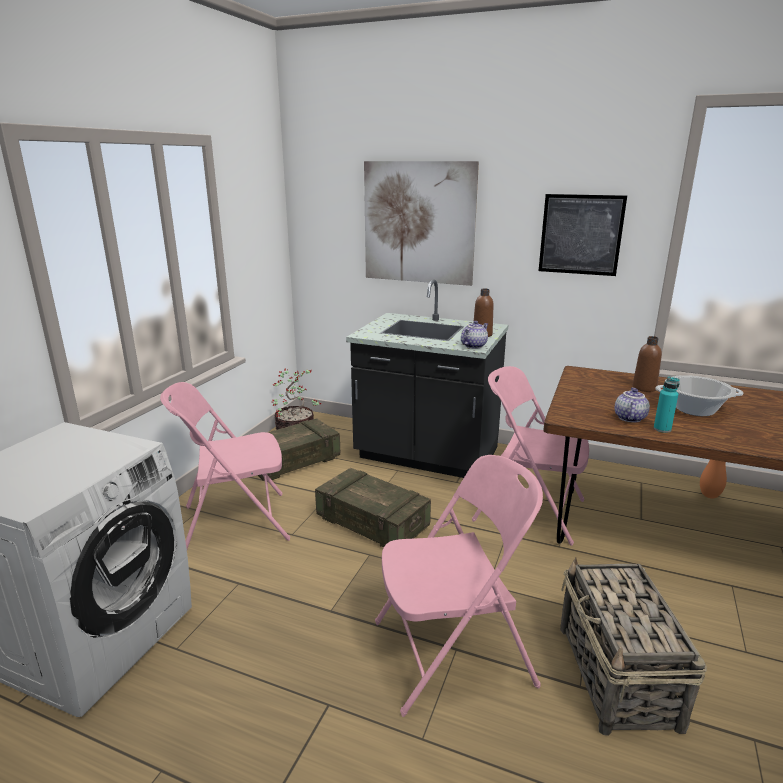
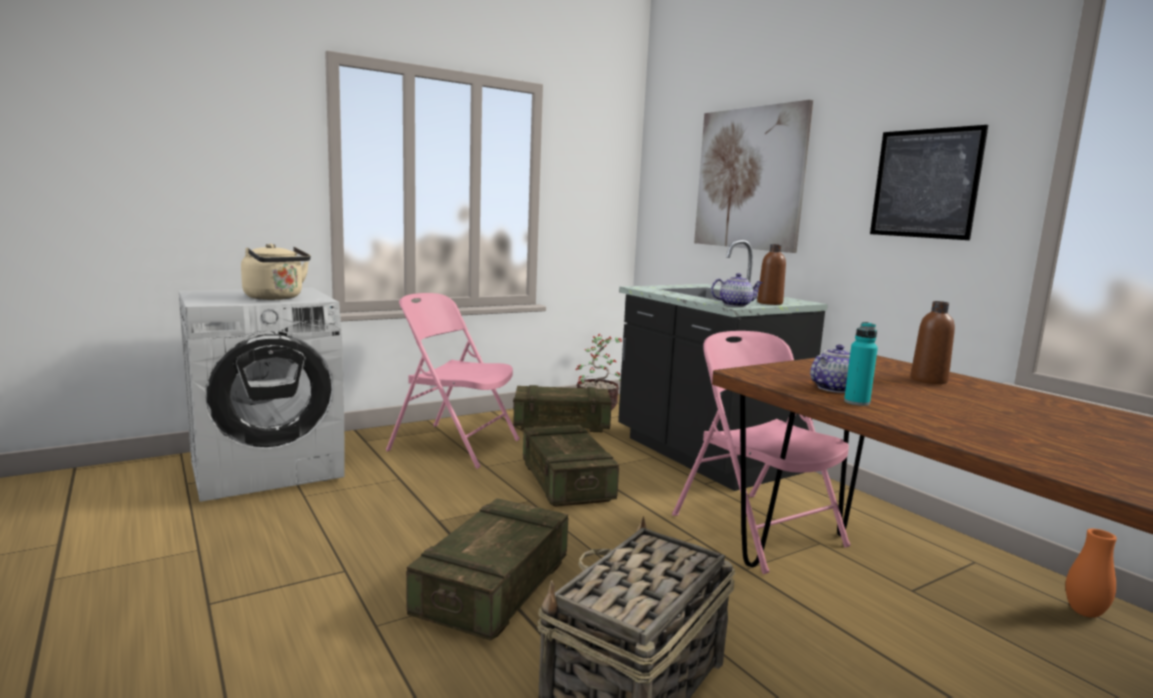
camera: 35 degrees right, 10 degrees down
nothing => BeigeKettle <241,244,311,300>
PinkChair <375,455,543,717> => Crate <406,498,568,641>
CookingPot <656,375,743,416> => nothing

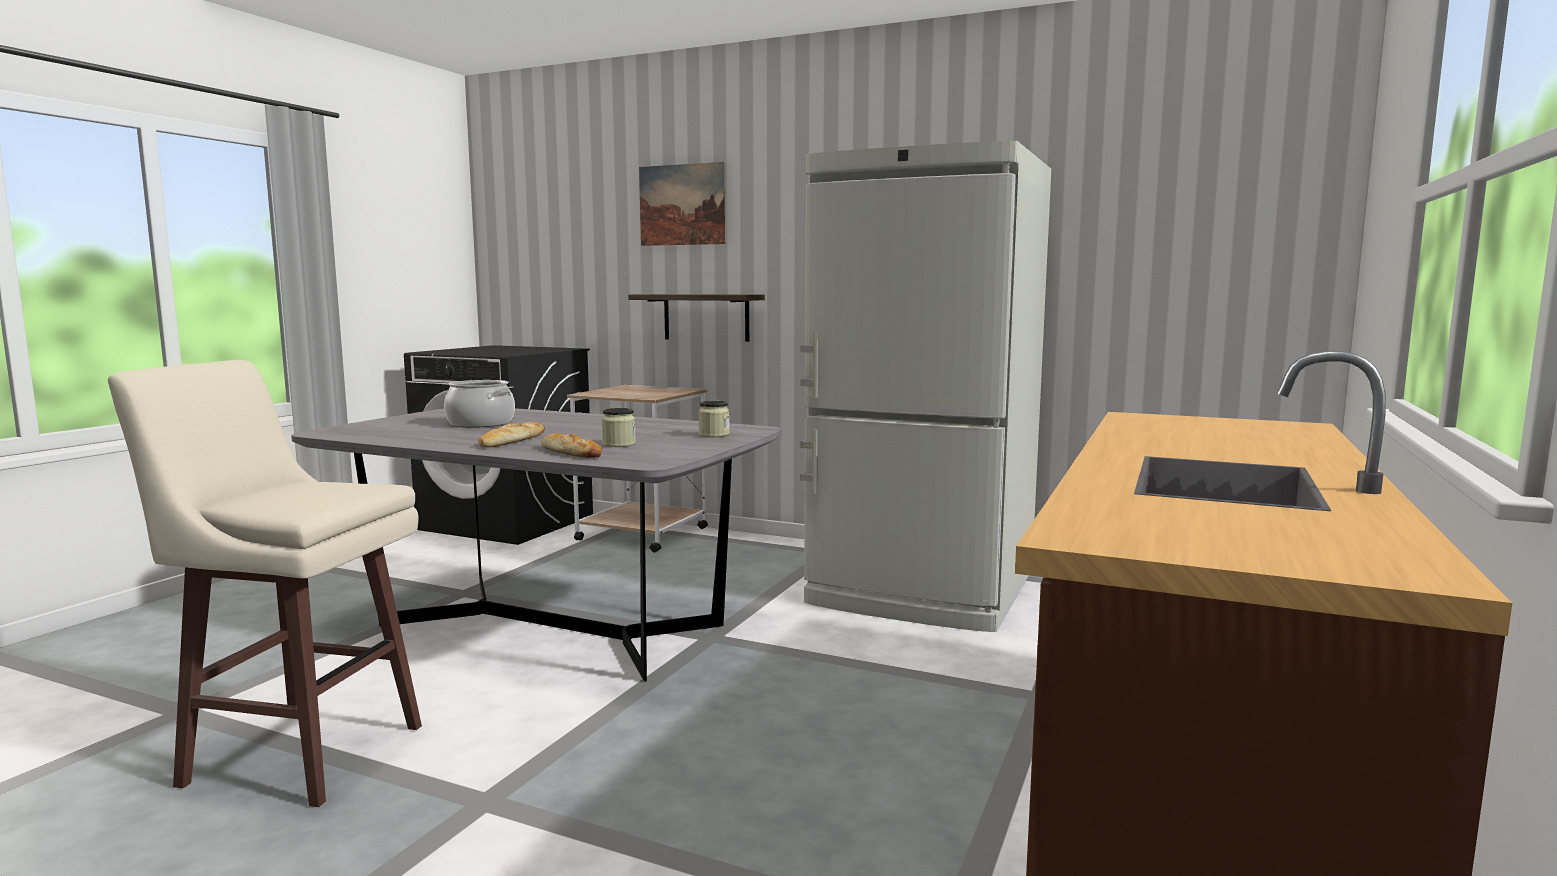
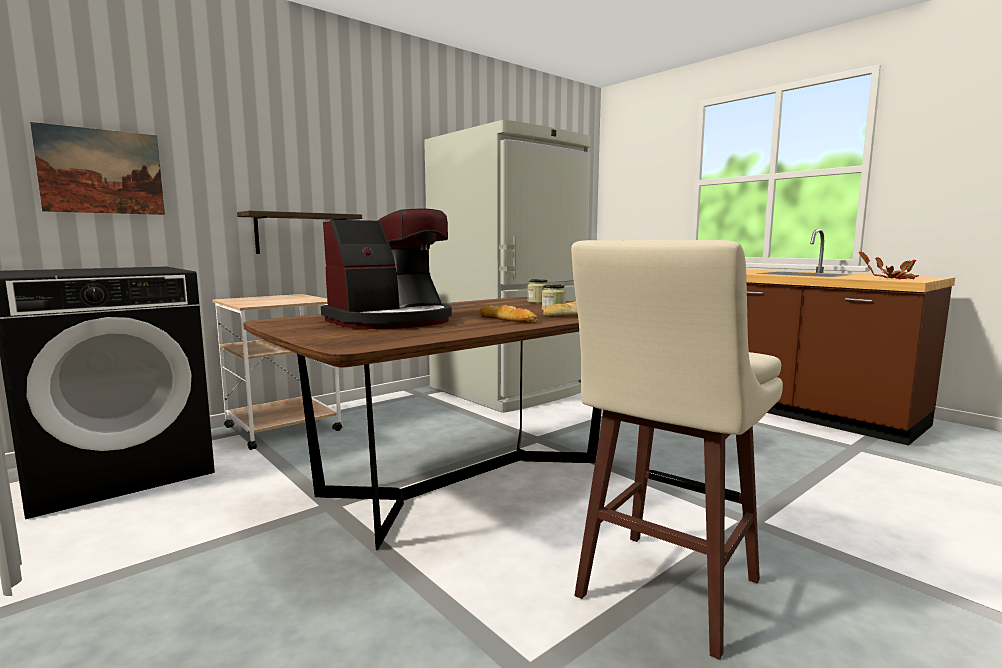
camera: 65 degrees left, 0 degrees up
Picture <639,162,726,246> => Picture <30,122,165,215>, moved
GreyDiningTable <291,408,782,682> => BrownDiningTable <243,297,602,550>
CookingPot <444,380,515,428> => CoffeeMachine <321,209,452,329>
nothing => PottedPlant <858,252,919,279>

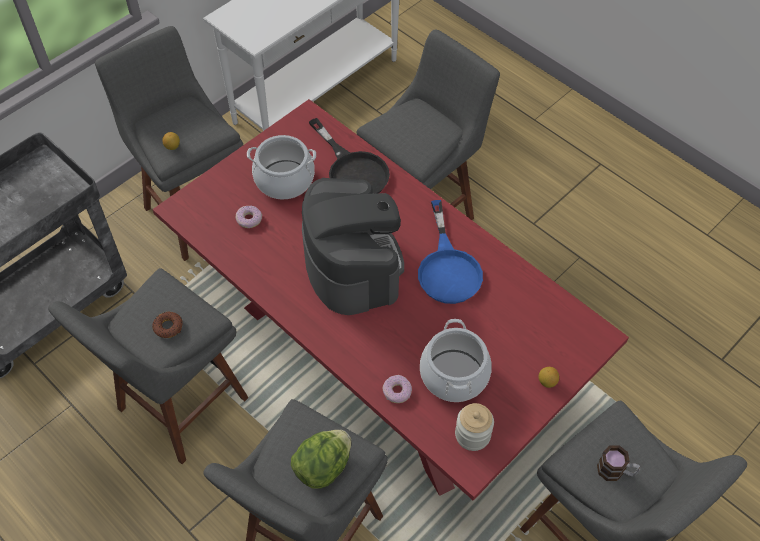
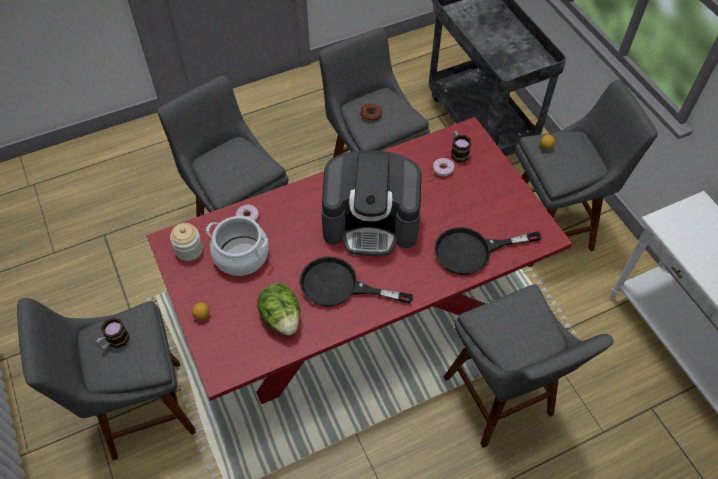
camera: 110 degrees right, 0 degrees up
Lettuce <291,430,351,489> => Lettuce <257,283,300,335>, moved
BlueFryingPan <418,200,483,304> => BlackFryingPan <300,256,413,307>
nothing => Mug <451,131,471,163>
CookingPot <247,135,316,200> => nothing

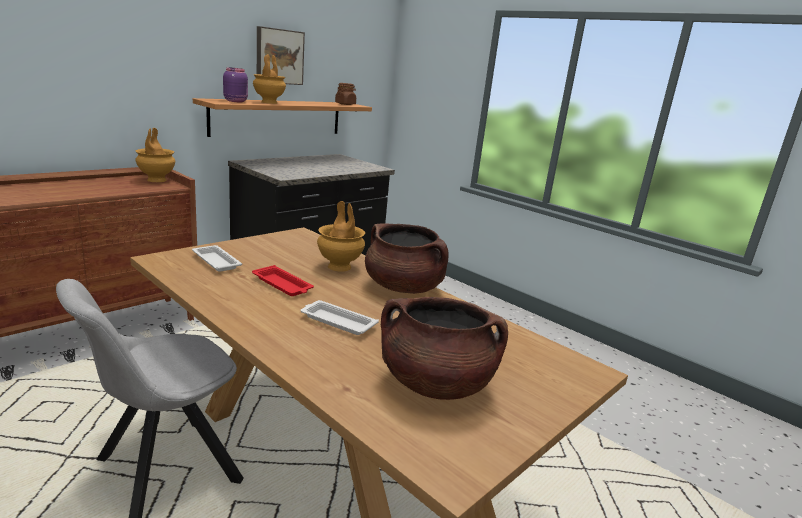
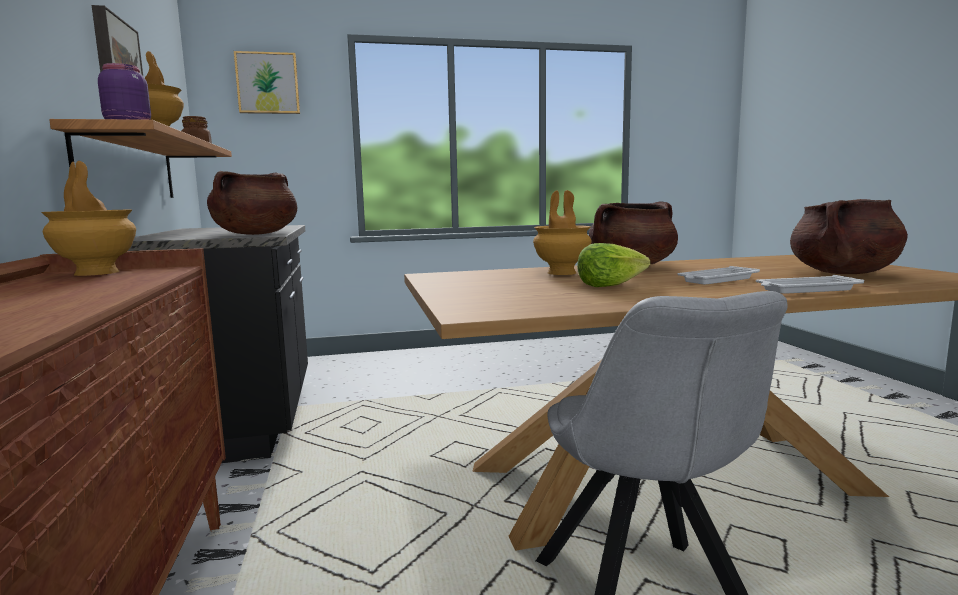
camera: 55 degrees left, 10 degrees down
nothing => BrownCookingPot <207,171,297,235>
nothing => Picture <234,51,300,114>
RedTray <252,265,314,296> => Lettuce <577,243,650,287>
WhiteTray <192,245,242,272> => WhiteTray <756,275,864,294>, moved

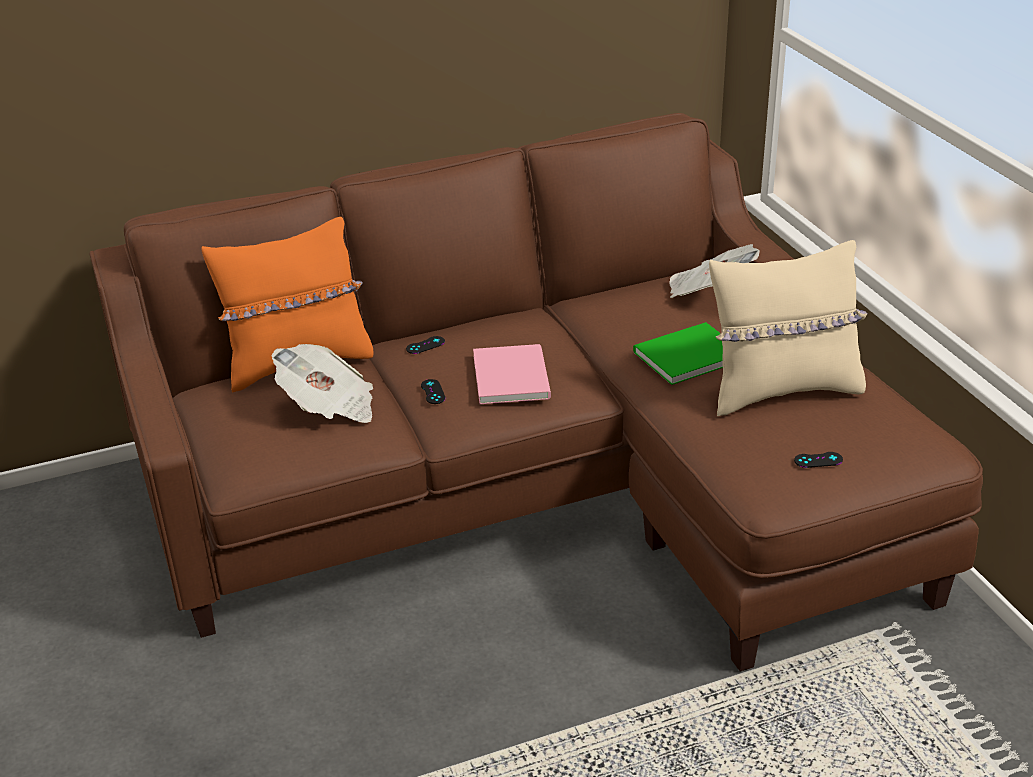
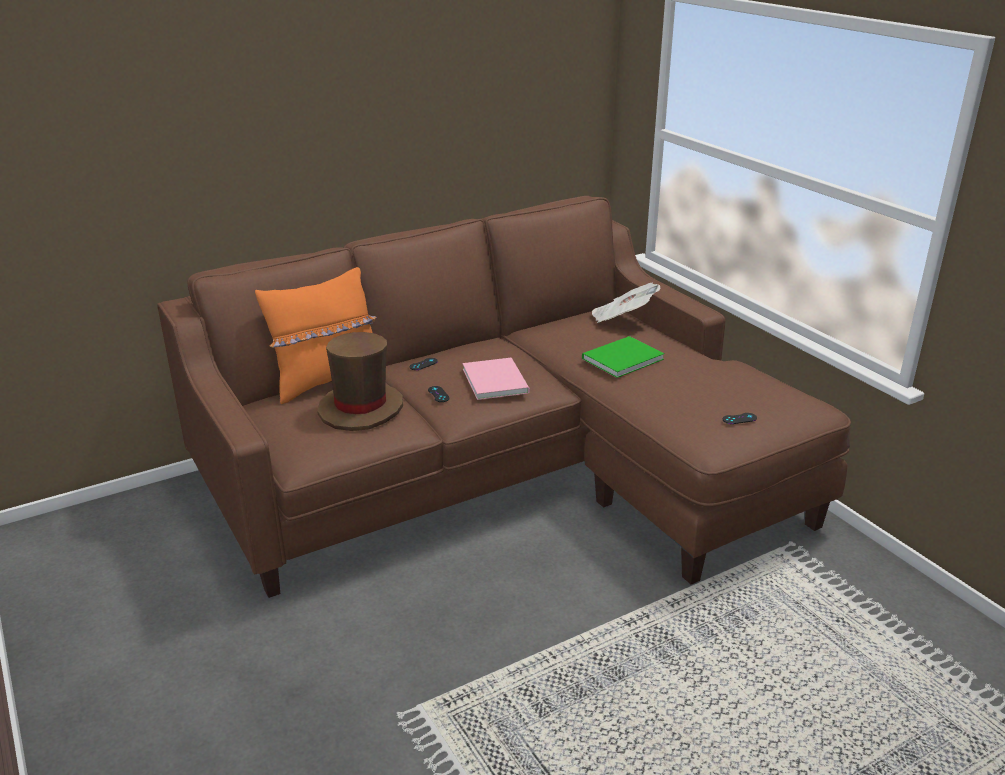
camera: 10 degrees left, 5 degrees down
Newspaper <272,344,373,423> => BrownHat <317,332,403,431>
BeigePillow <709,240,867,416> => nothing

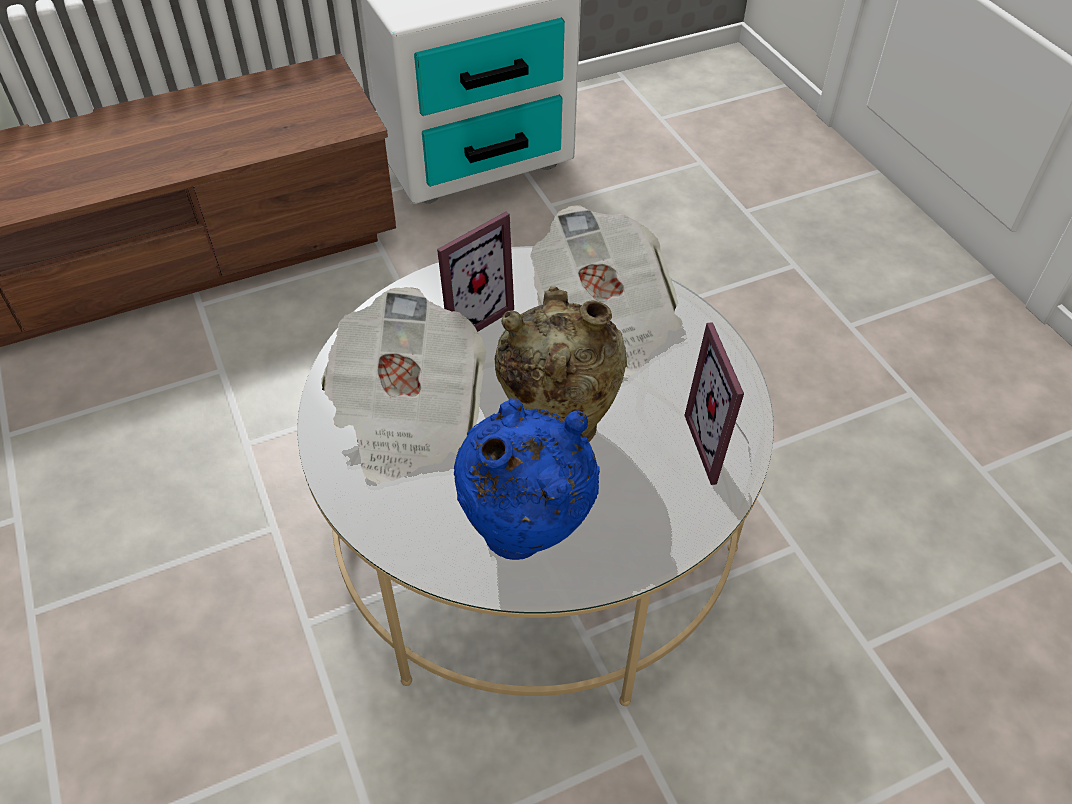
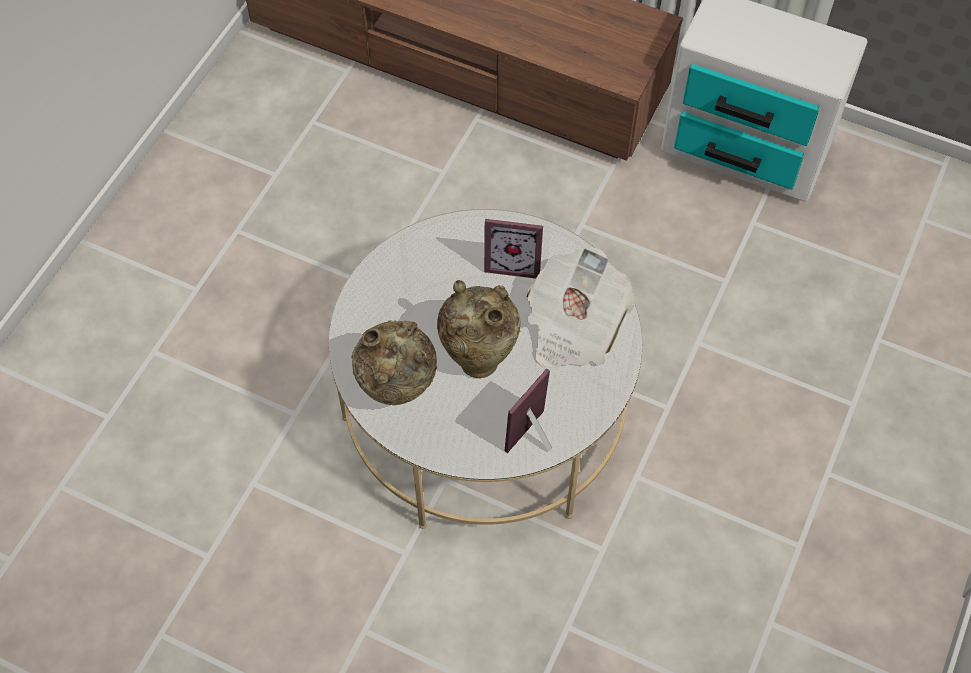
camera: 50 degrees right, 10 degrees up
BlueVase <454,398,600,560> => BeigeVase <352,320,437,405>
Newspaper <321,287,487,484> => nothing

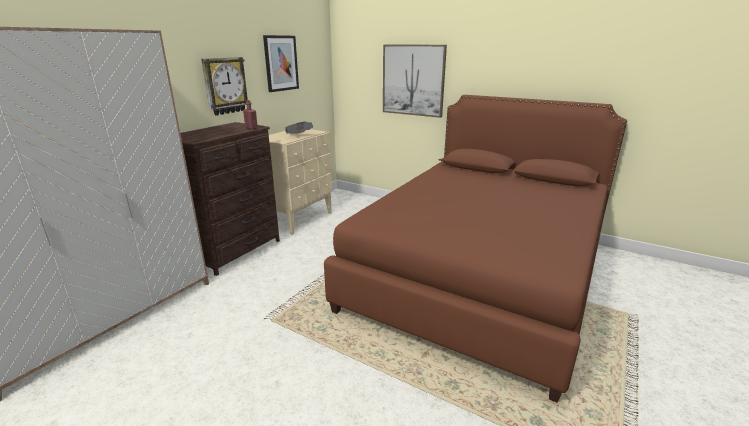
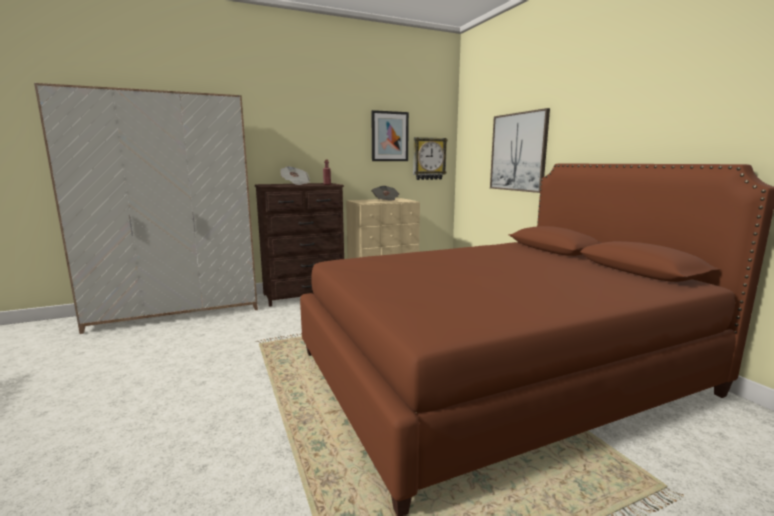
camera: 35 degrees right, 10 degrees down
nothing => Newspaper <280,166,310,185>
WallClock <201,57,248,116> => WallClock <413,137,448,180>, moved

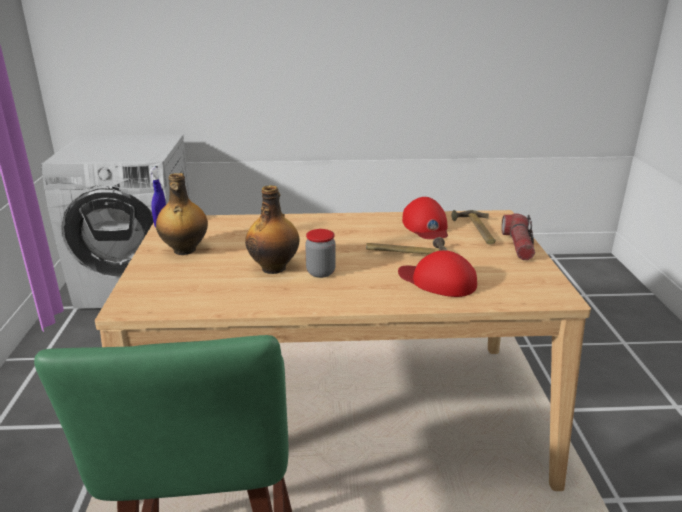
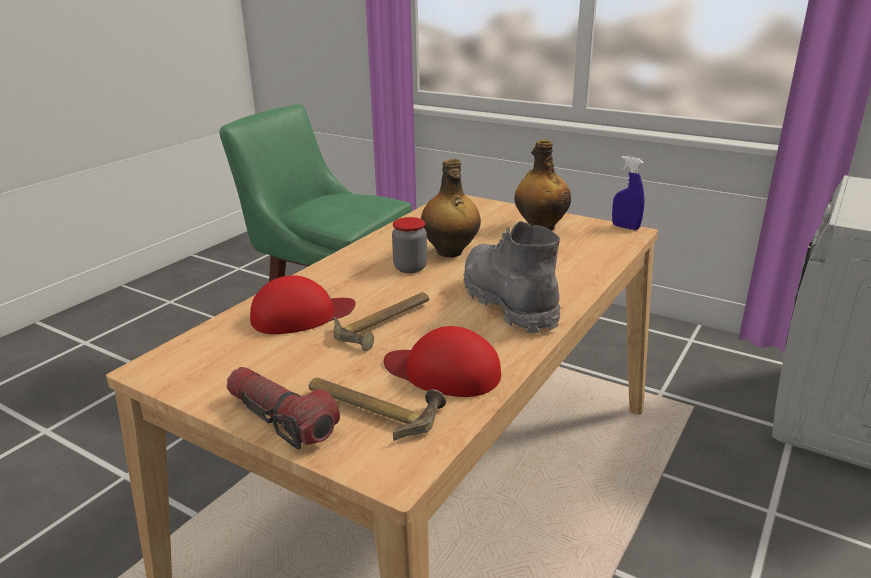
camera: 125 degrees right, 0 degrees up
nothing => GreyBoot <463,221,560,334>

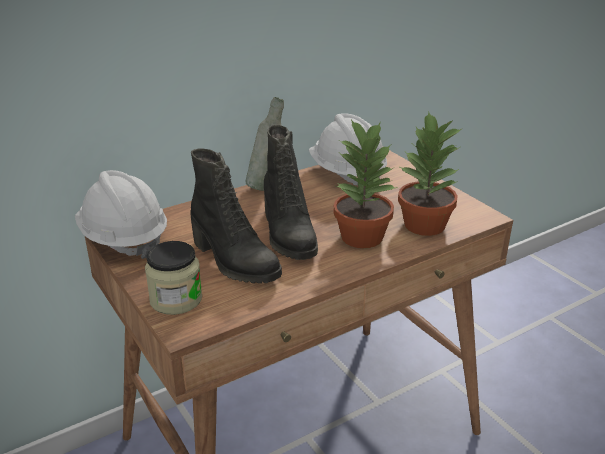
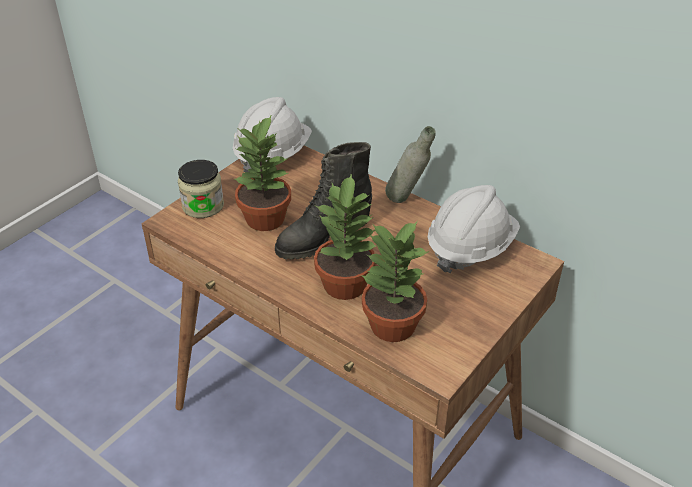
camera: 70 degrees right, 10 degrees up
BlackBoot <190,148,282,283> => PottedPlant <233,116,291,231>

